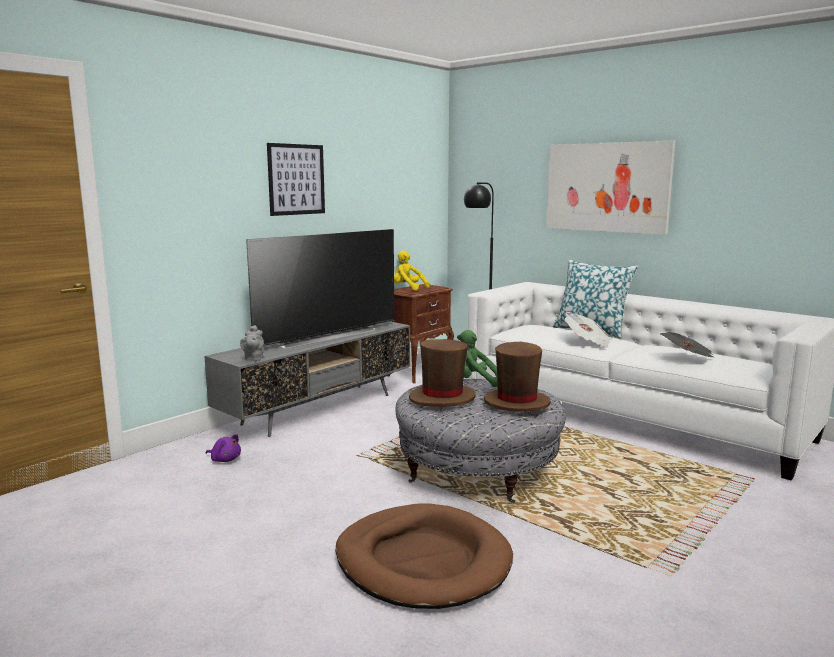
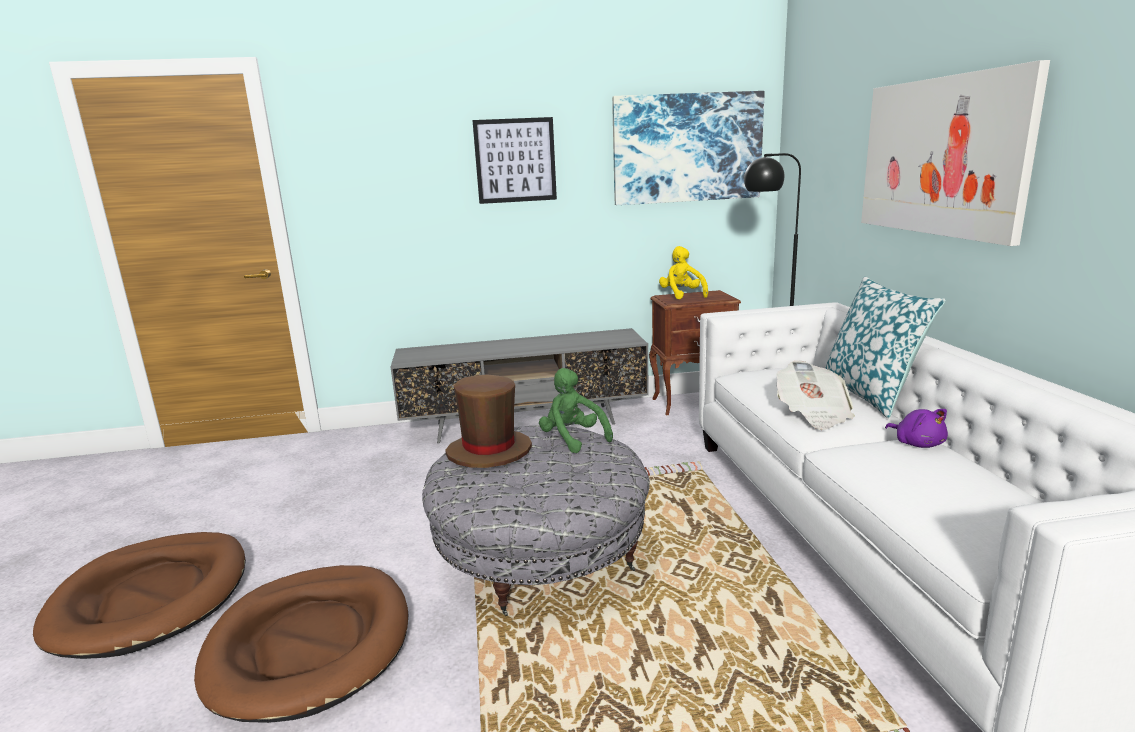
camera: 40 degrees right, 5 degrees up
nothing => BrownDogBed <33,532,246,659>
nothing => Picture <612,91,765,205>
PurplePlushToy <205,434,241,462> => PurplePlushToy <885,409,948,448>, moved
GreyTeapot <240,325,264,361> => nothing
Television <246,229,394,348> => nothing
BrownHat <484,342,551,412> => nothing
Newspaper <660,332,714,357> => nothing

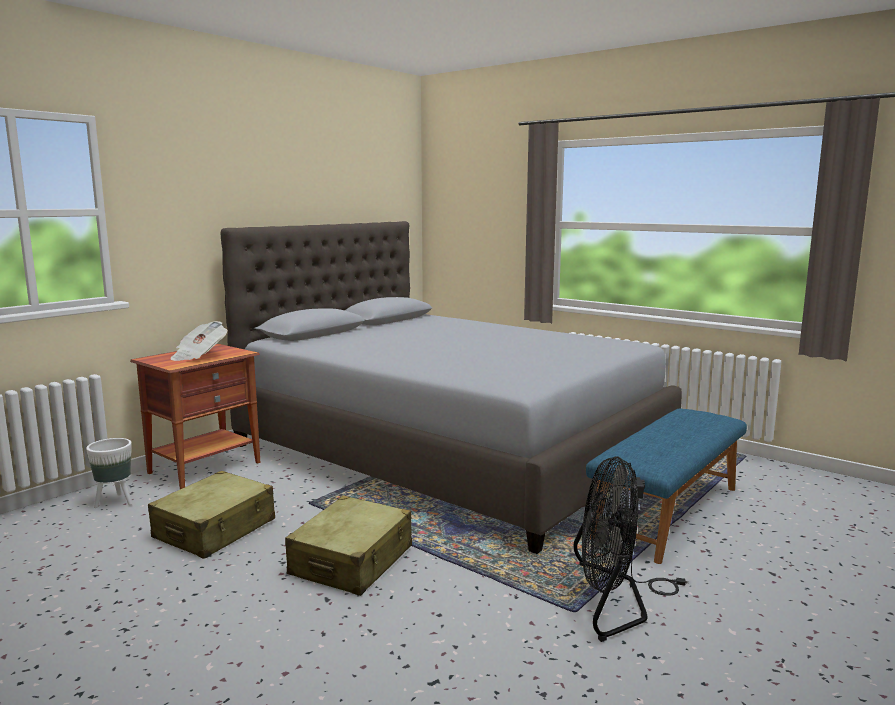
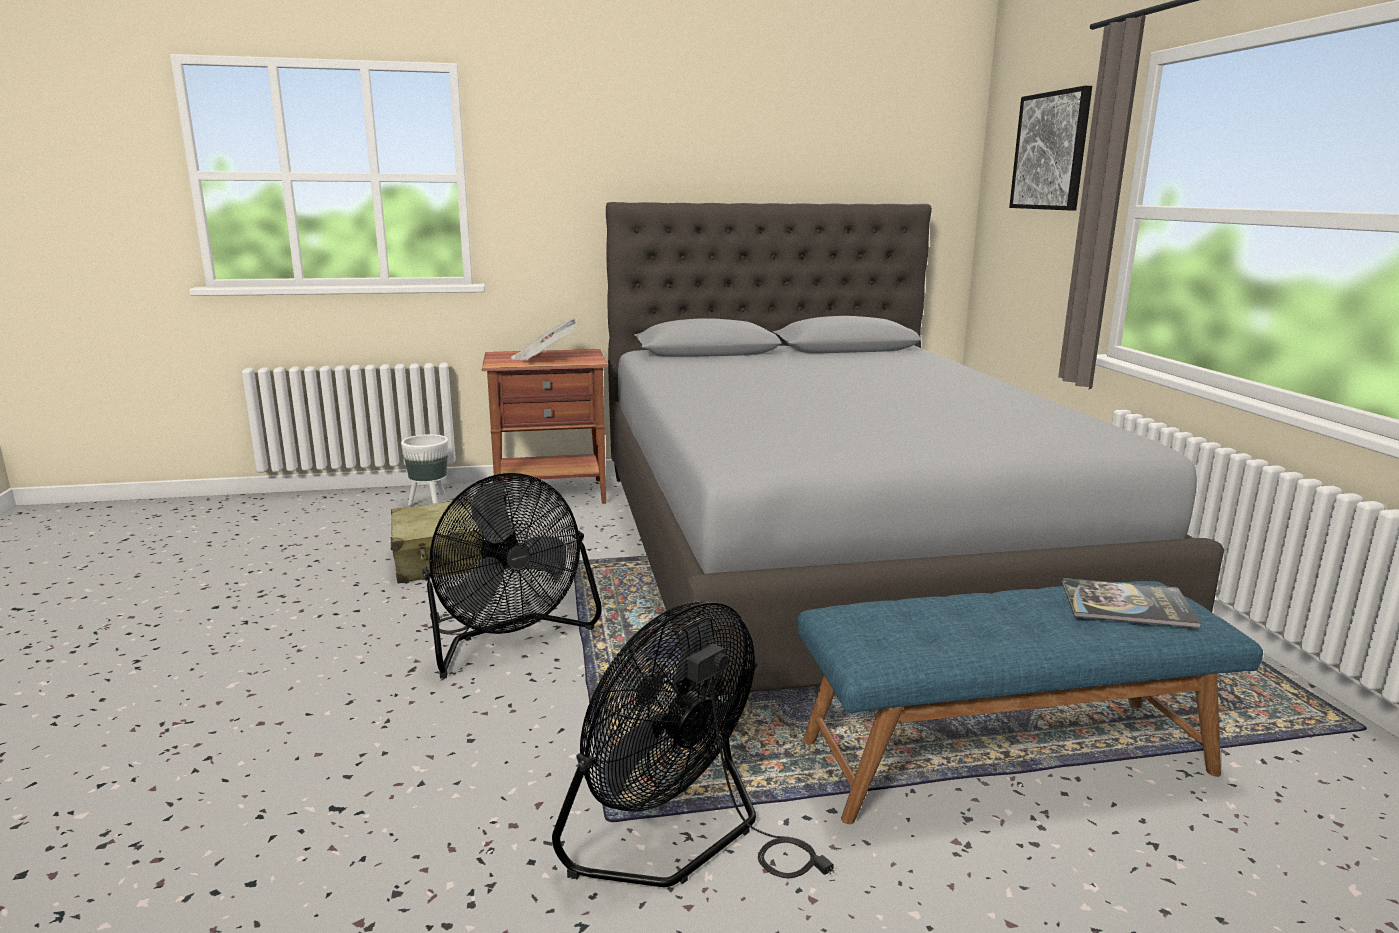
camera: 40 degrees right, 5 degrees up
BeigeSuitcase <285,496,412,596> => BlackFan <422,473,602,679>
nothing => Picture <1009,86,1092,210>
nothing => Book <1062,578,1201,628>

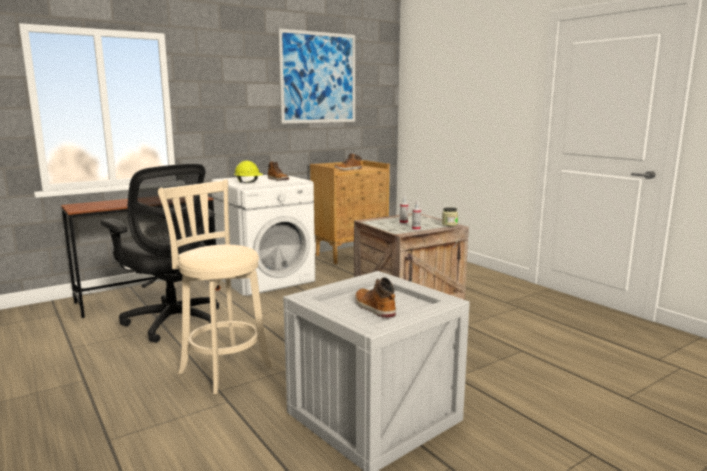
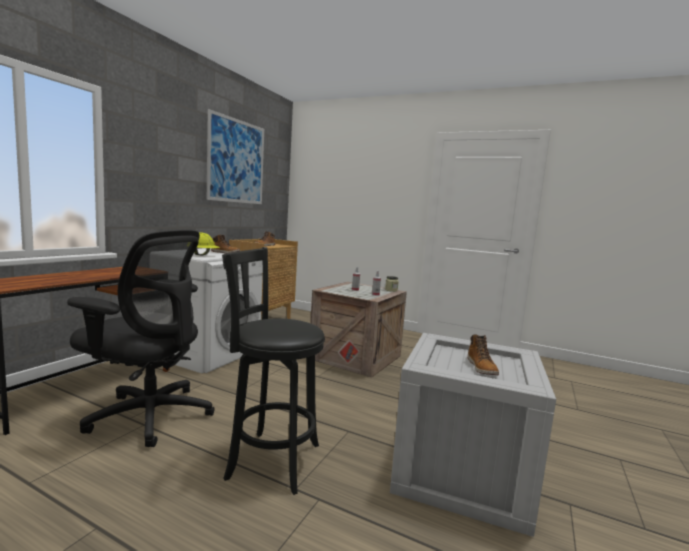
camera: 30 degrees left, 5 degrees down
BeigeStool <158,179,272,394> => BlackStool <222,247,325,495>
Boot <355,277,396,318> => Boot <468,334,499,375>, 120 degrees counterclockwise

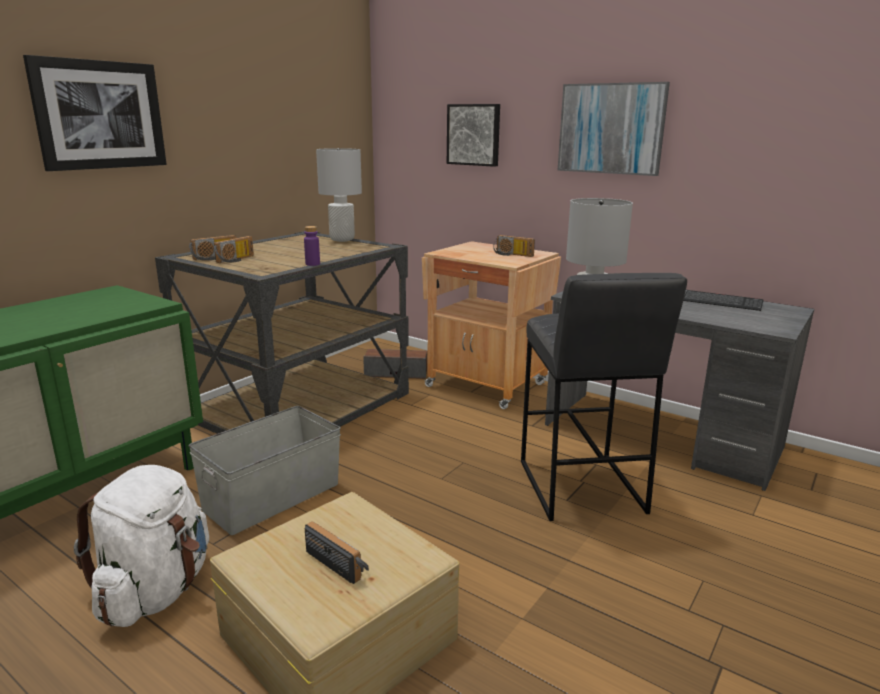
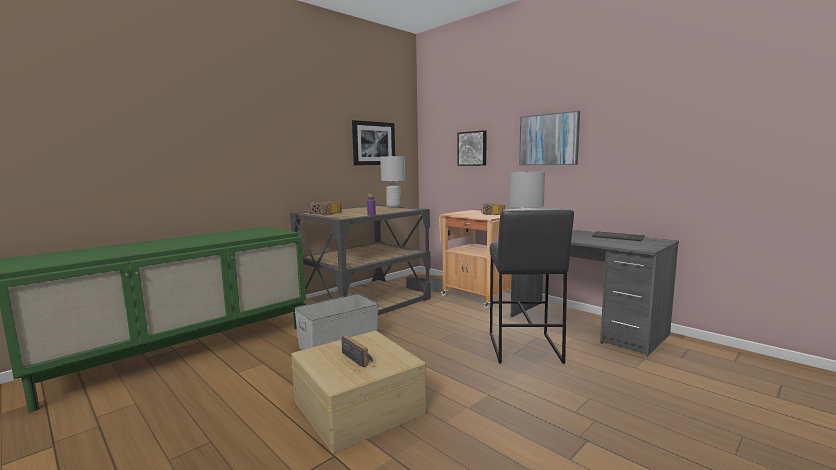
camera: 10 degrees right, 10 degrees down
Picture <23,55,167,171> => Picture <352,120,395,166>, moved
WhiteBackpack <74,465,209,627> => nothing

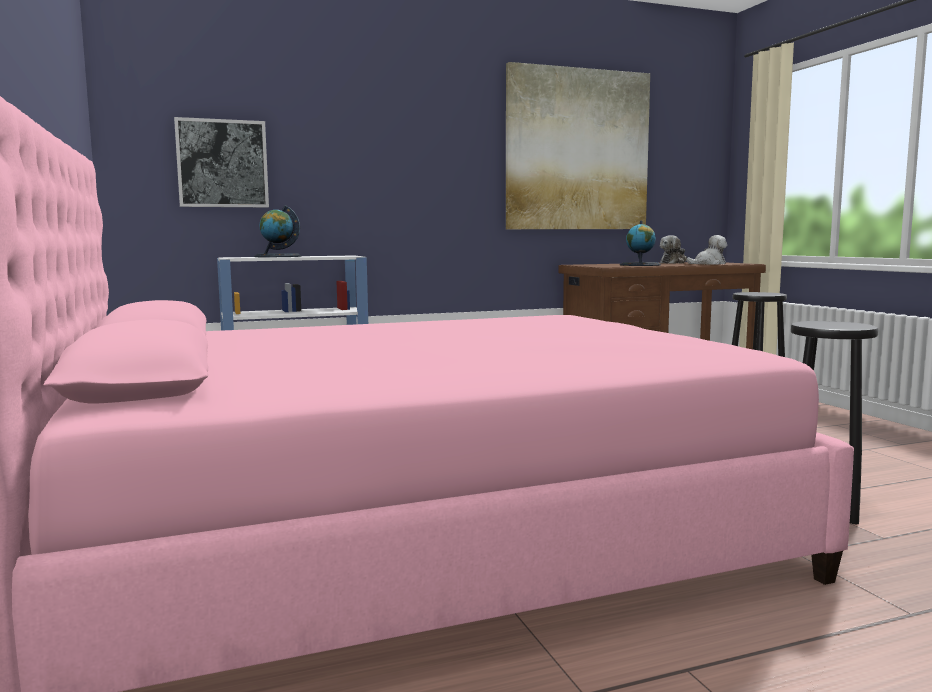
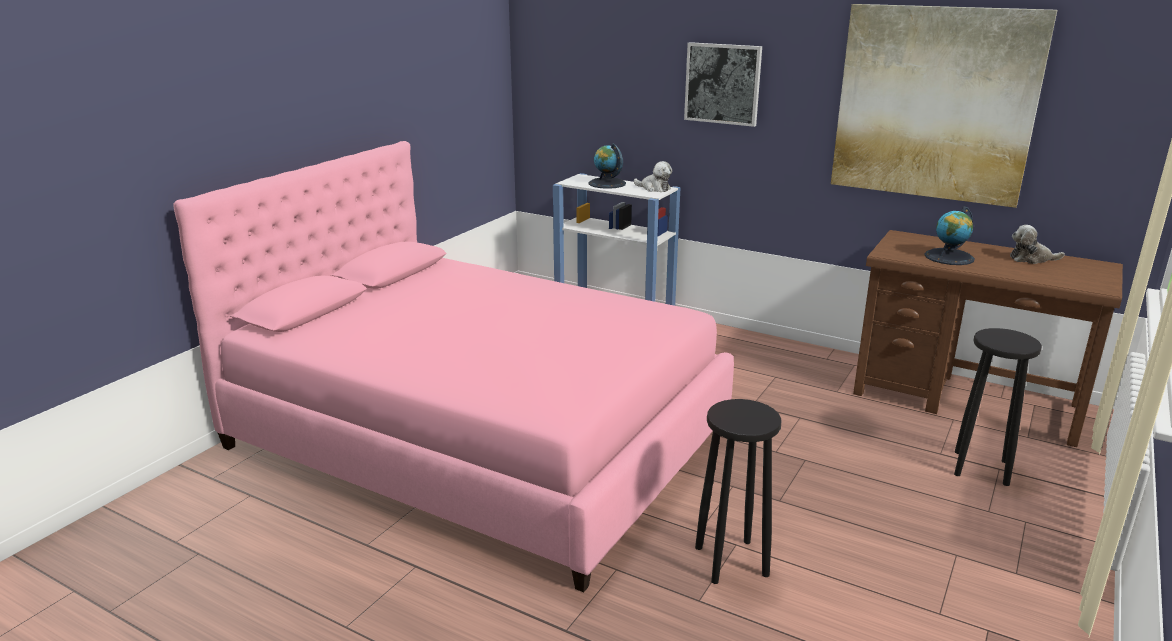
camera: 50 degrees right, 15 degrees up
PlushToy <686,235,727,265> => PlushToy <634,161,672,192>, moved
Picture <174,117,269,207> => Picture <684,42,762,127>, moved

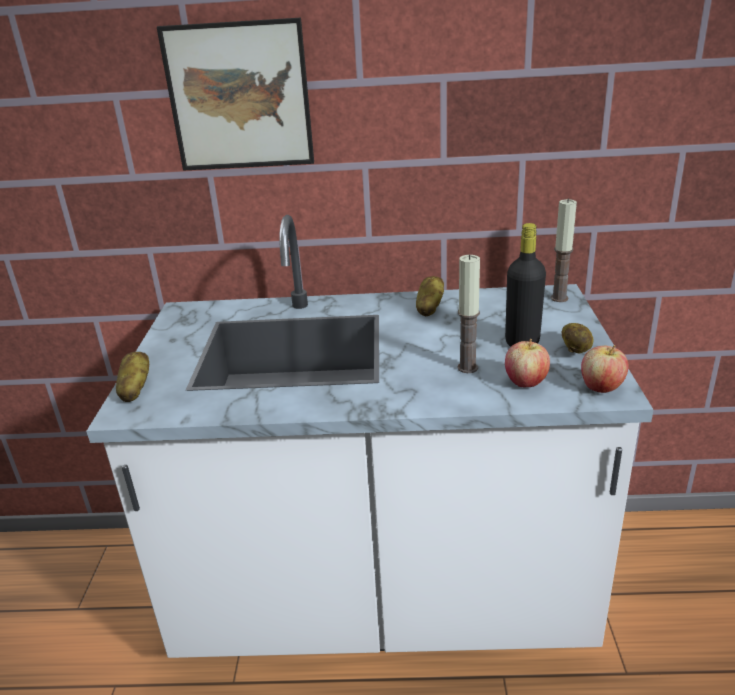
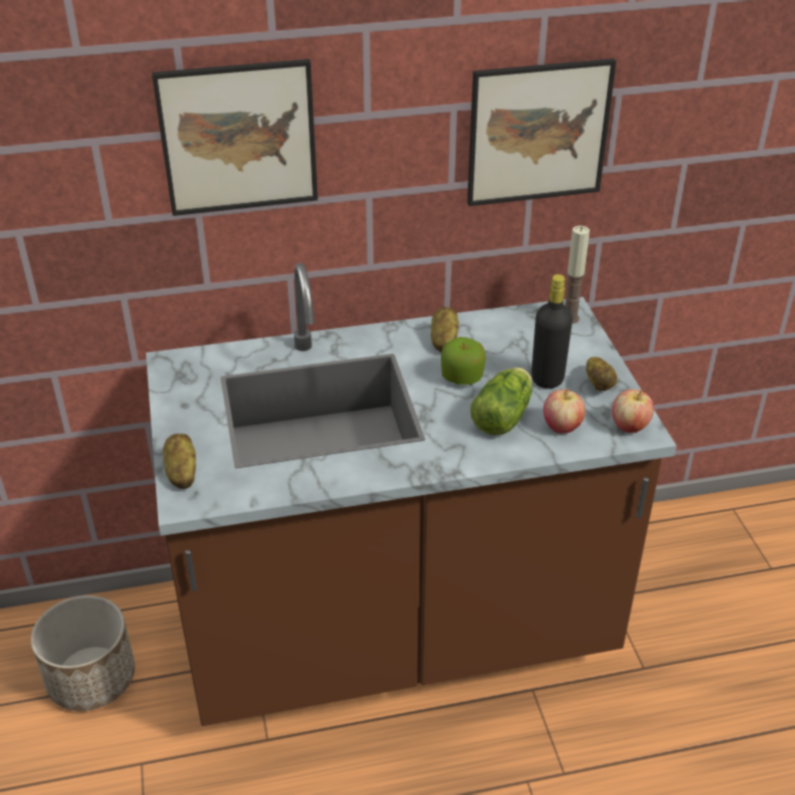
camera: 15 degrees left, 10 degrees up
nothing => Planter <31,595,135,711>
WhiteCounter <86,215,654,658> => BrownCounter <146,263,677,726>
nothing => Apple <441,337,486,385>
nothing => Picture <467,58,616,206>
Candle <458,255,480,373> => Lettuce <471,367,532,435>

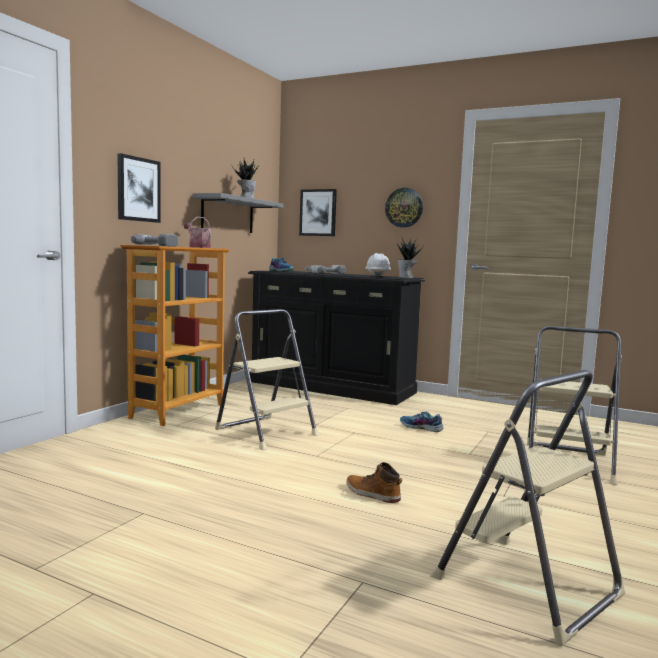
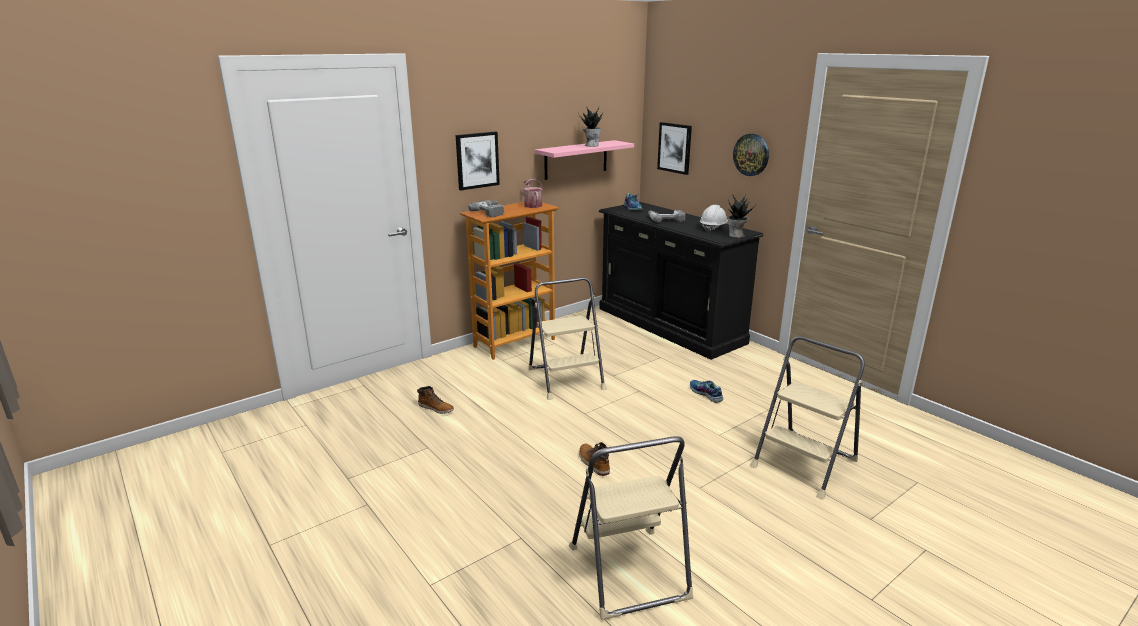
camera: 25 degrees right, 15 degrees up
nothing => Boot <417,386,454,414>
GreyShelf <193,193,283,233> => PinkShelf <535,140,634,180>

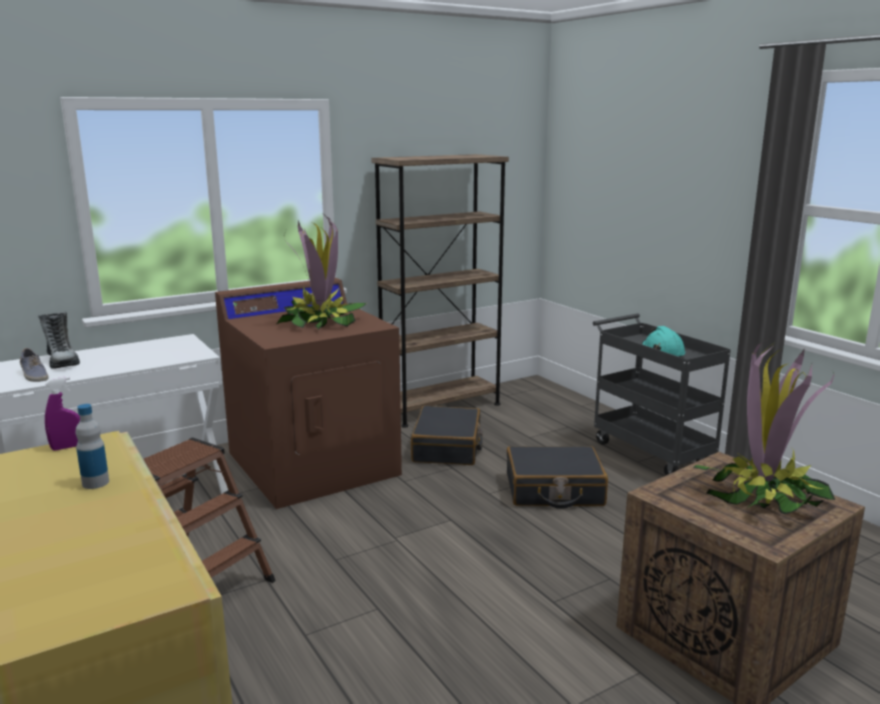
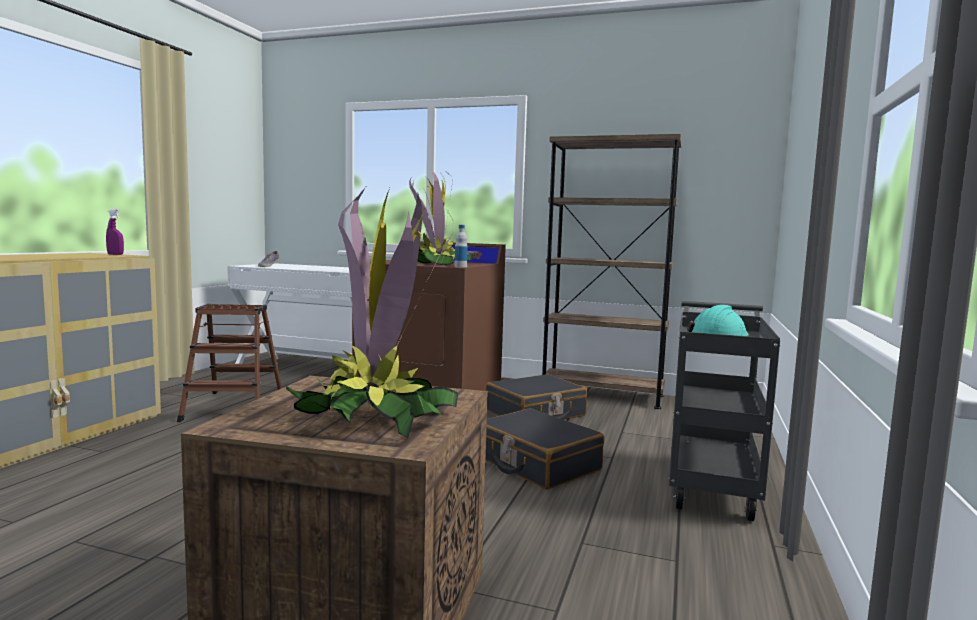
camera: 50 degrees right, 10 degrees down
Bottle <75,404,109,489> => Bottle <455,225,468,267>, moved
Boot <39,312,80,369> => nothing

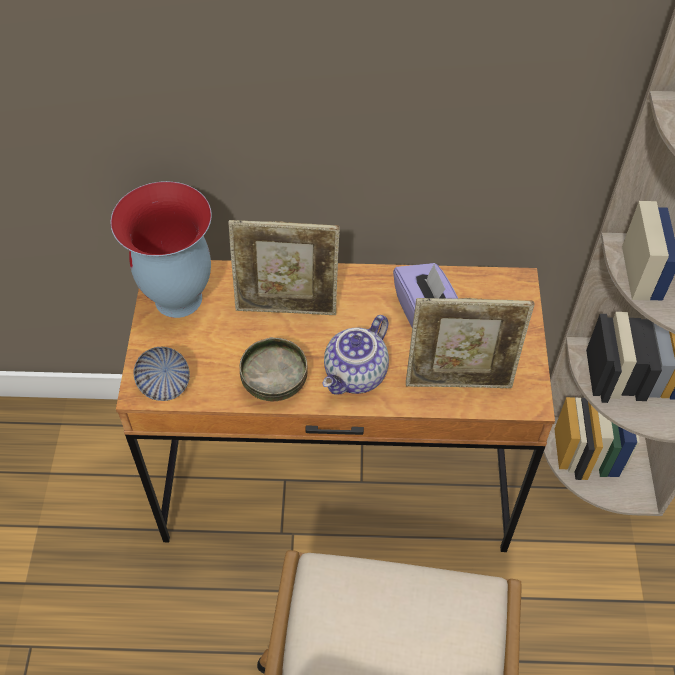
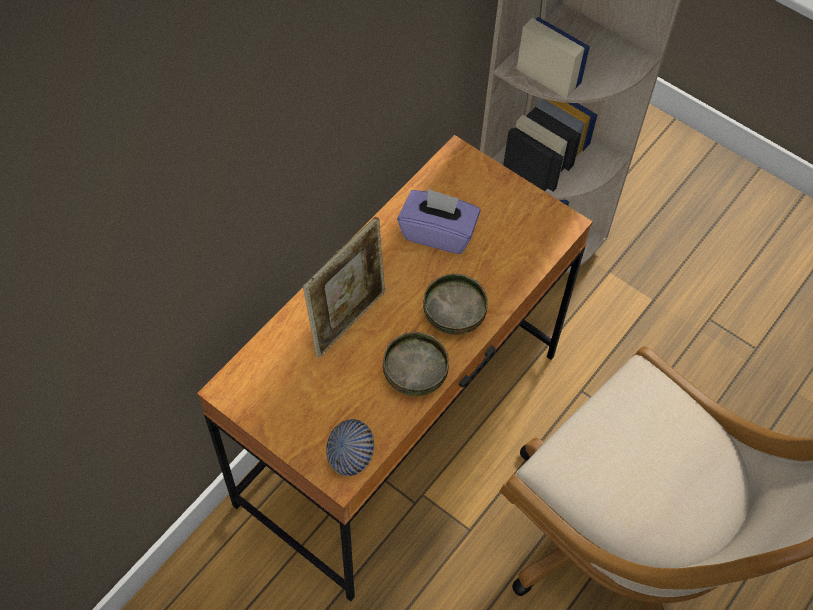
camera: 55 degrees left, 5 degrees up
Teapot <323,315,389,395> => Bowl <423,274,488,335>
Vase <111,181,212,318> => nothing
PictureFrame <406,298,535,388> => nothing

